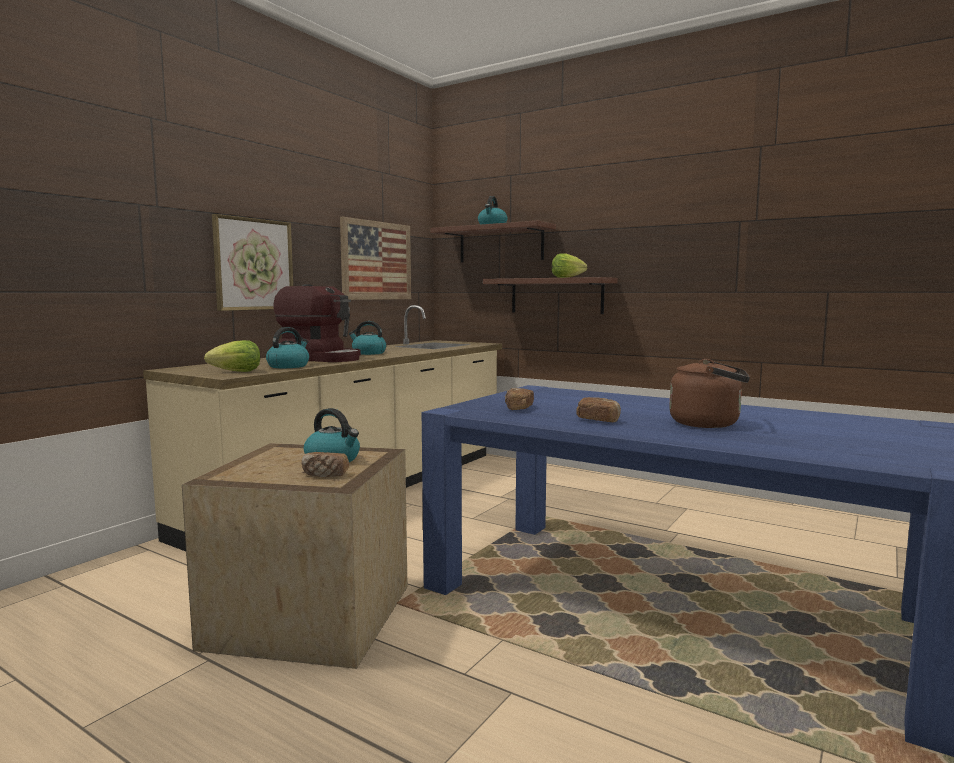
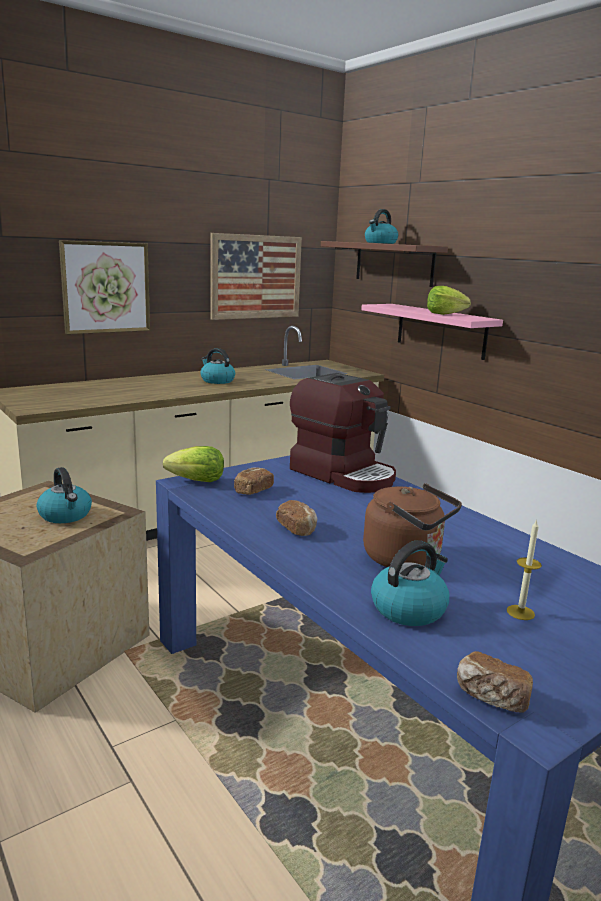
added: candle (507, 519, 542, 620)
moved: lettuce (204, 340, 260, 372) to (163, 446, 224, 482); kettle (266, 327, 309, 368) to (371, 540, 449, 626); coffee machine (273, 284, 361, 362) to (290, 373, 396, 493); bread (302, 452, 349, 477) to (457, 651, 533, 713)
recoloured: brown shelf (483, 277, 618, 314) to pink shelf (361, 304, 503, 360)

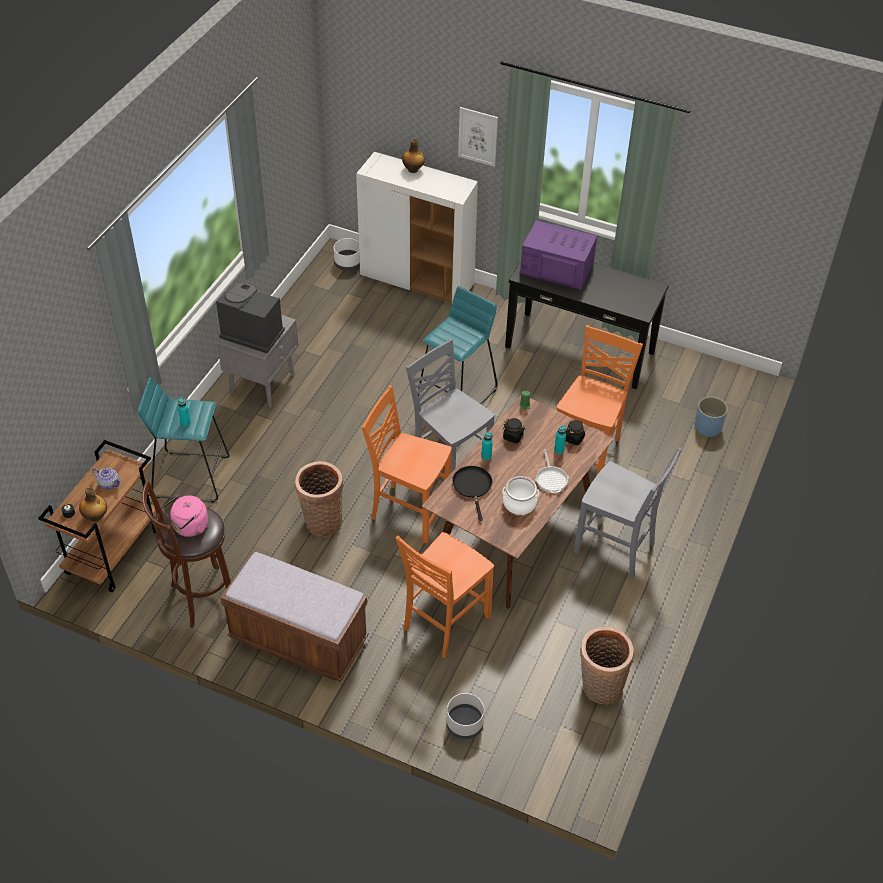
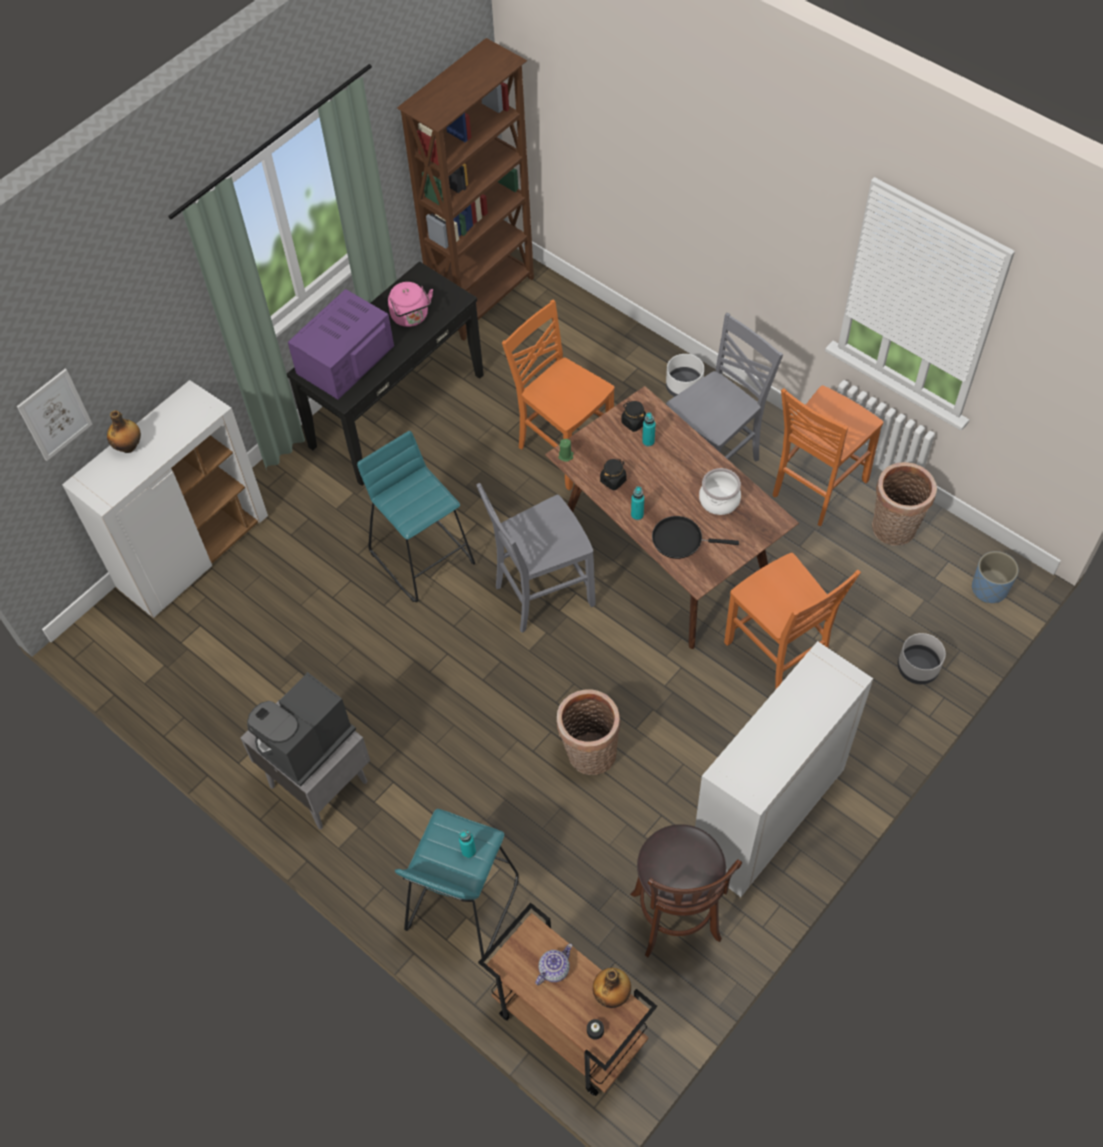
removed: frying pan (535, 450, 569, 493)
added: brown bookcase (397, 38, 534, 341)
moved: pink kettle (162, 495, 208, 537) to (388, 282, 433, 327); white planter (334, 238, 360, 271) to (666, 354, 704, 397); orange chair (362, 385, 452, 544) to (772, 385, 883, 526); picture (458, 107, 498, 167) to (17, 369, 92, 461); blue planter (695, 397, 728, 437) to (972, 551, 1018, 603)
replaced: brown bench (220, 552, 369, 682) to white cabinet (695, 641, 873, 897)

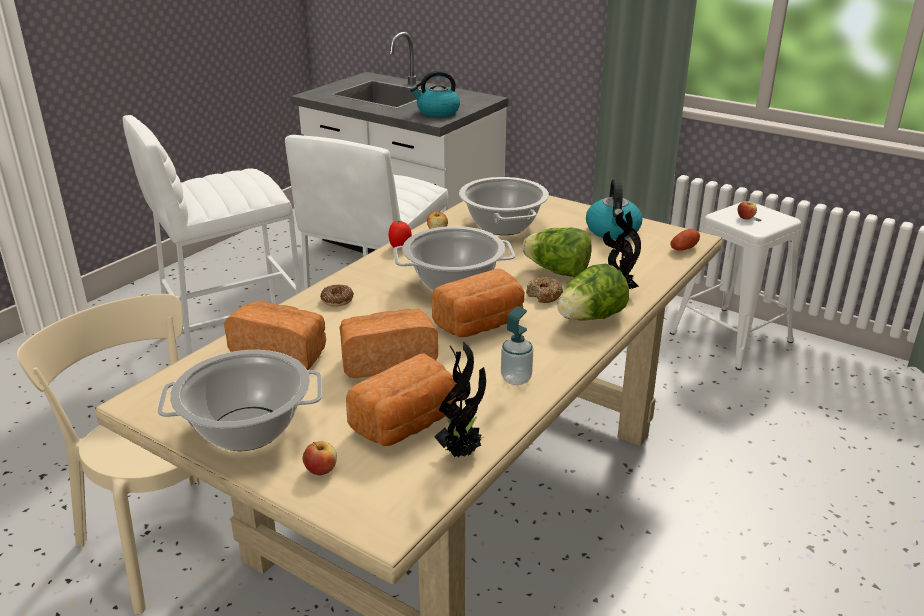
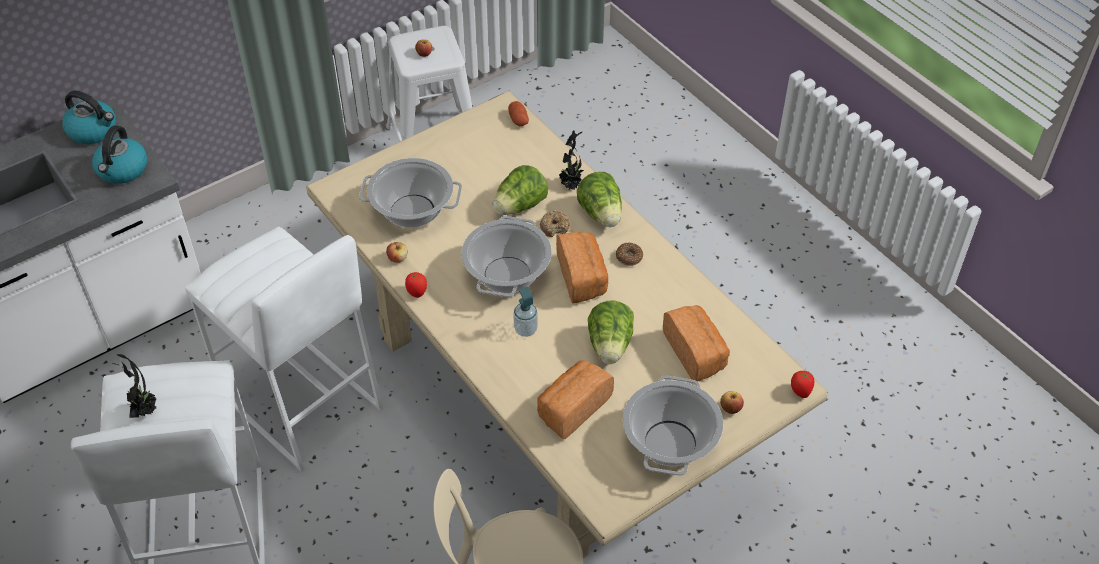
added: tomato (791, 371, 814, 398)
moved: donut (320, 284, 354, 306) to (616, 243, 643, 266); potted plant (434, 342, 486, 458) to (112, 354, 157, 418); soap dispenser (501, 306, 533, 385) to (513, 287, 538, 337); kettle (586, 179, 642, 240) to (63, 91, 116, 144)
replaced: bread (339, 309, 438, 378) to lettuce (588, 300, 634, 364)

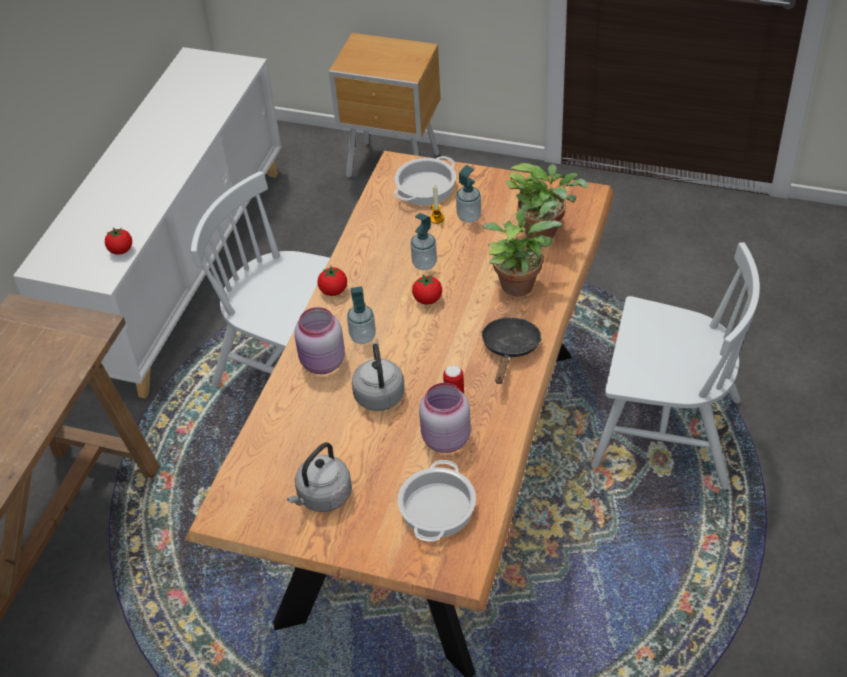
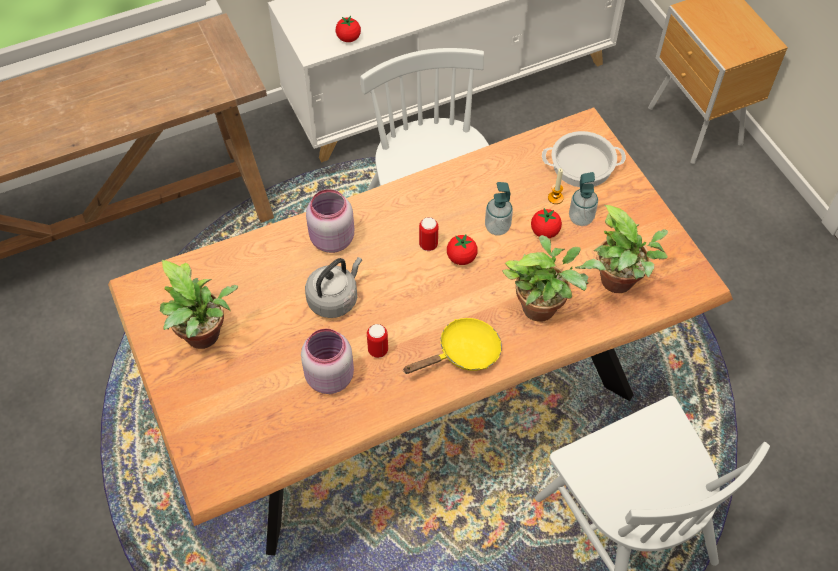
removed: soap dispenser (347, 286, 376, 344); cooking pot (398, 460, 476, 542)
added: can (419, 217, 438, 251)
moved: tomato (317, 266, 347, 296) to (531, 208, 562, 238)
replaced: grey kettle (287, 442, 352, 512) to potted plant (160, 260, 238, 349)
recoloured: black frying pan (481, 317, 542, 384) to yellow frying pan (403, 318, 502, 374)

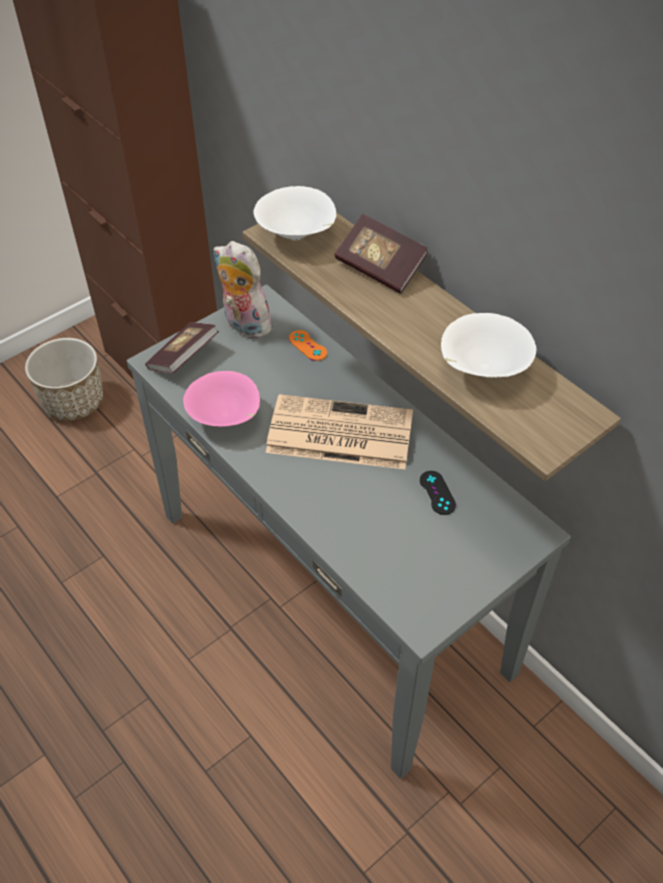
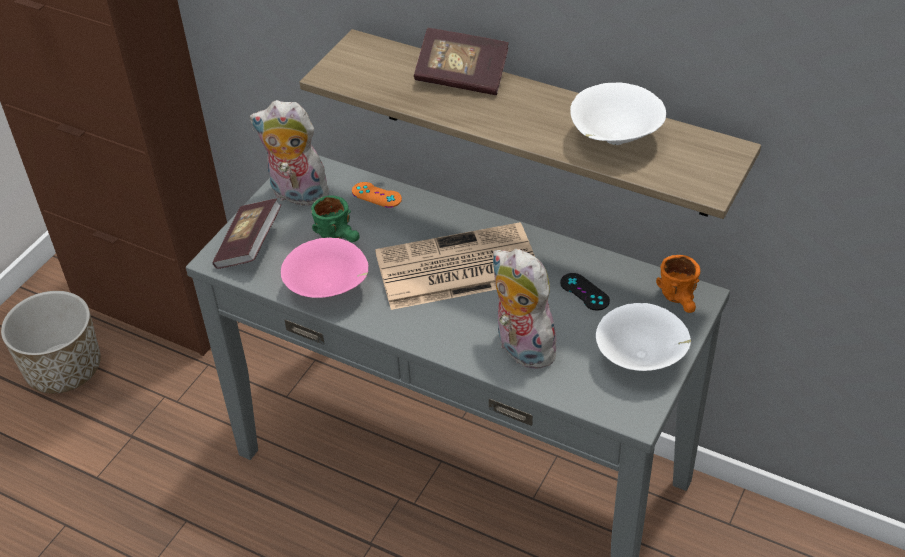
added: green mug (311, 195, 360, 242); plush toy (492, 249, 556, 369); orange mug (656, 255, 700, 313)
moved: white bowl (253, 186, 336, 241) to (596, 303, 691, 371)

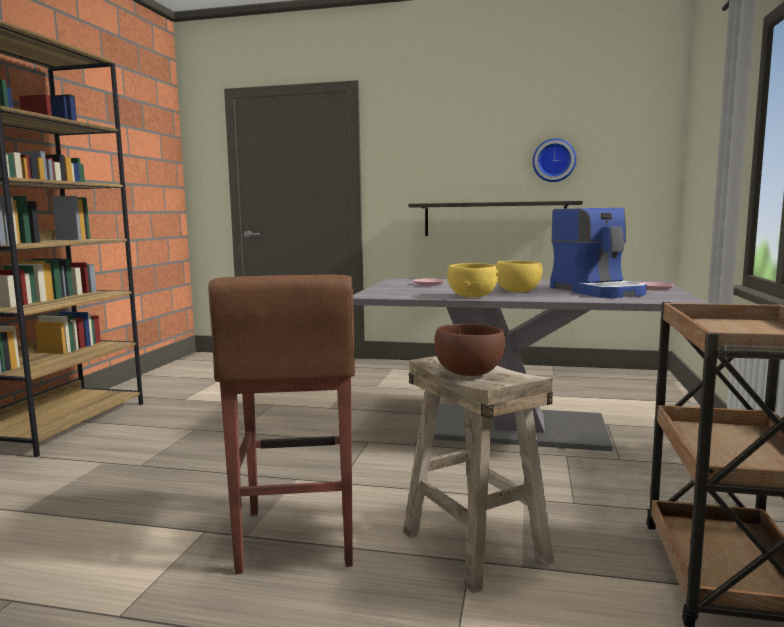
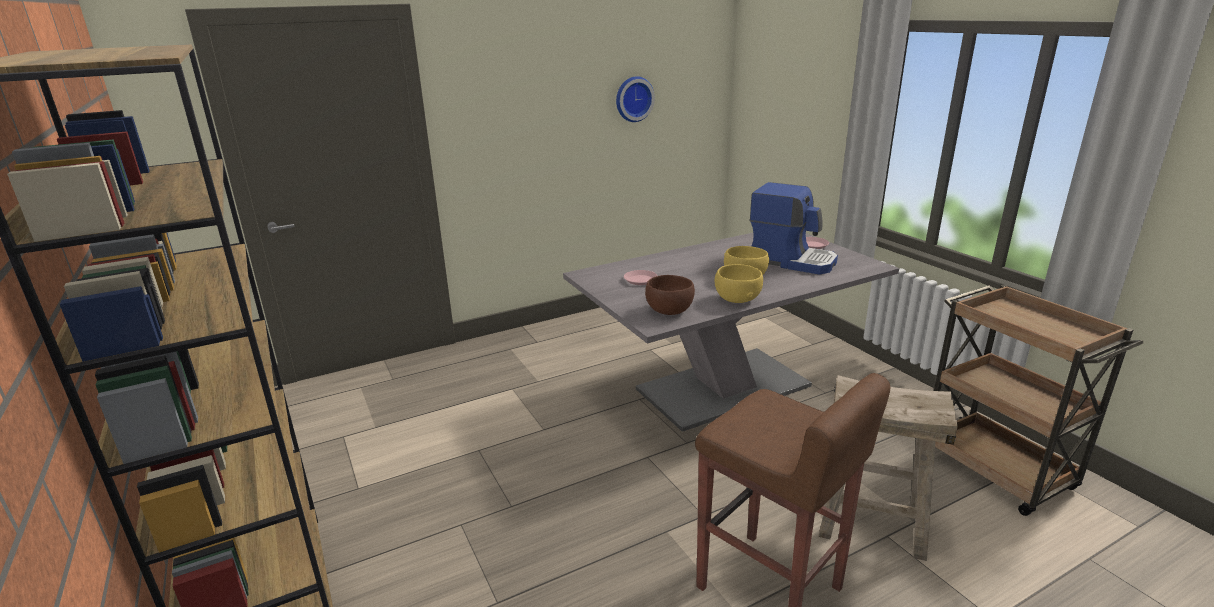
removed: shelf (408, 201, 583, 236)
moved: brown bowl (434, 324, 505, 376) to (645, 275, 695, 315)

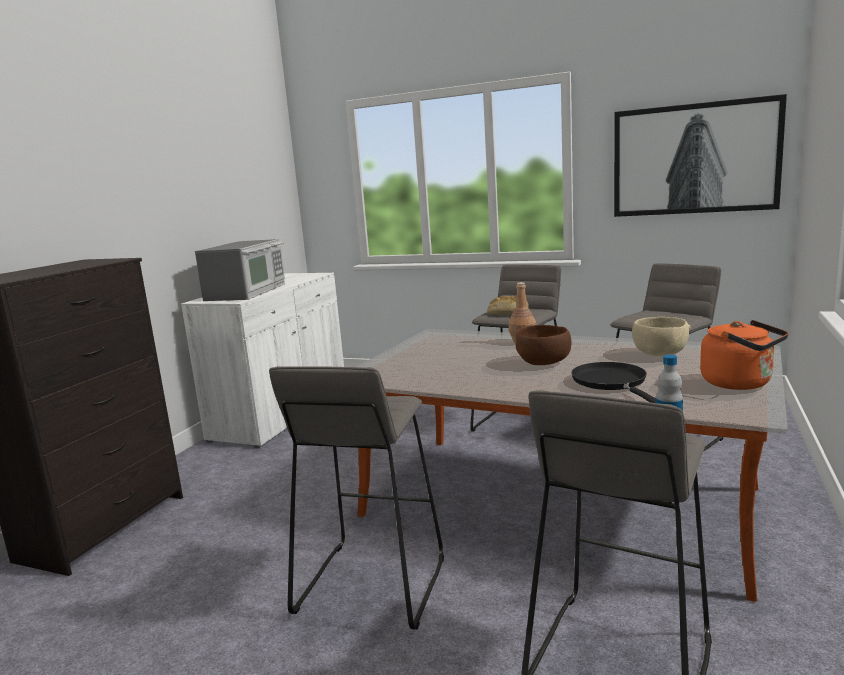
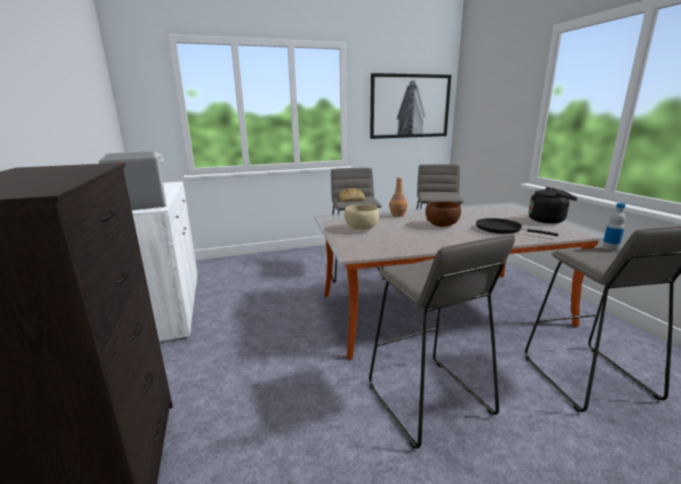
moved: beige bowl (632, 317, 691, 356) to (344, 204, 379, 230)
recoloured: orange kettle (700, 320, 789, 390) to black kettle (528, 187, 578, 224)

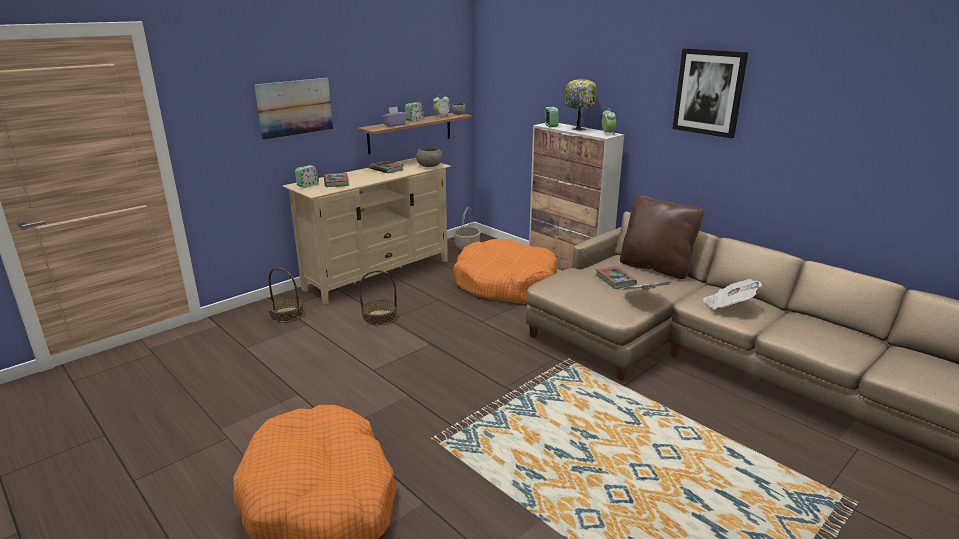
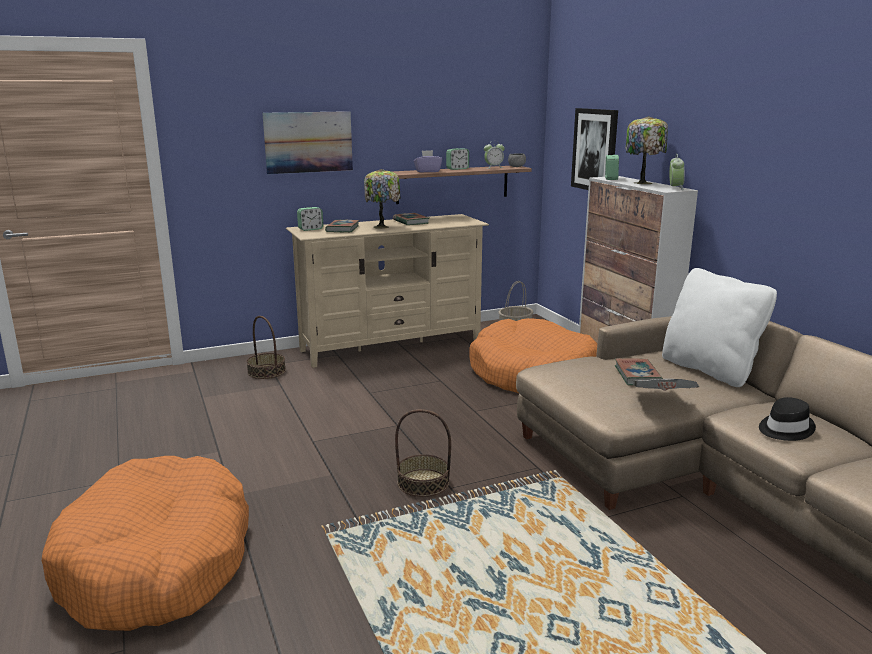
removed: grey bowl (416, 147, 442, 167)
added: table lamp (364, 169, 401, 229)
moved: basket (359, 270, 396, 326) to (395, 409, 451, 497); picture (673, 48, 748, 138) to (571, 108, 618, 190)
replaced: newspaper (703, 279, 762, 309) to black hat (759, 397, 816, 441)
recoloured: brown pillow (620, 195, 704, 279) to white pillow (662, 268, 777, 387)

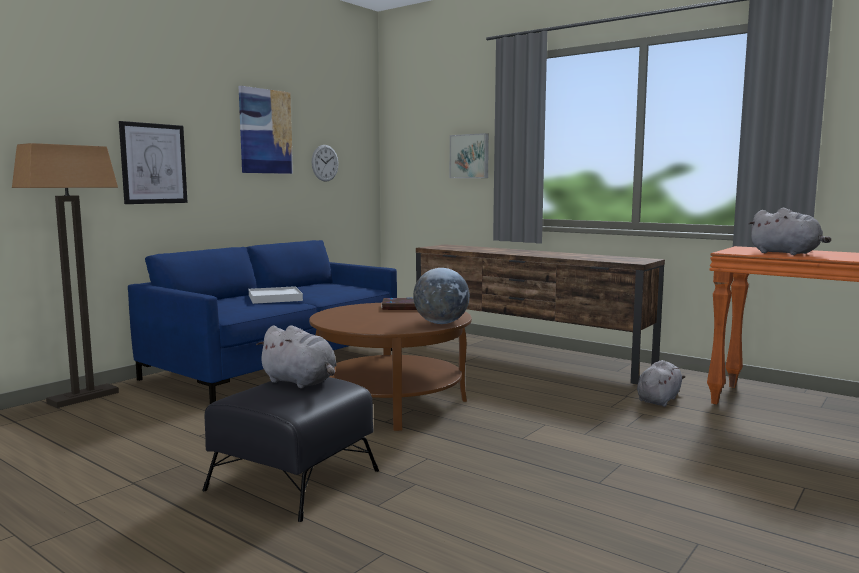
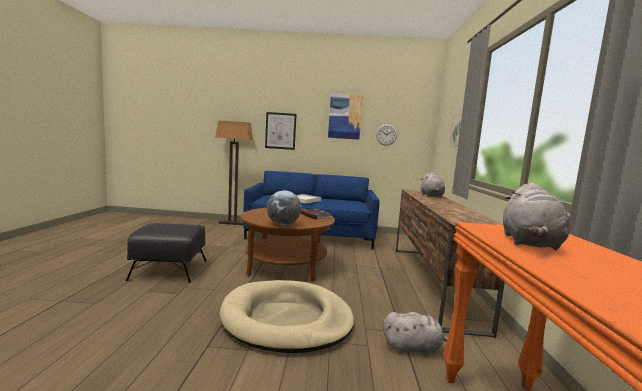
added: beige dog bed (219, 280, 354, 353)
moved: grey plush toy (256, 325, 337, 388) to (421, 172, 445, 198)

